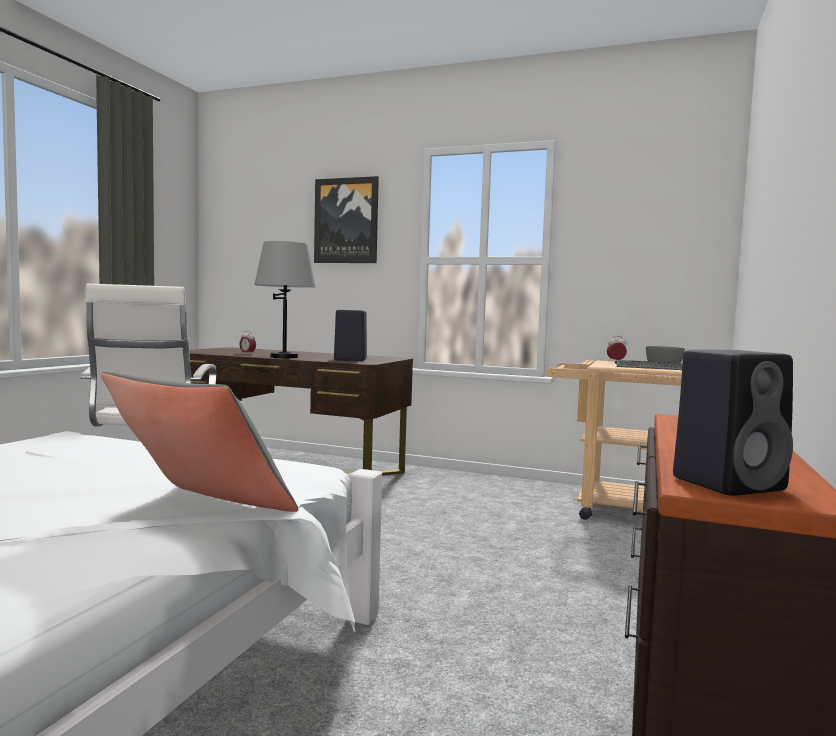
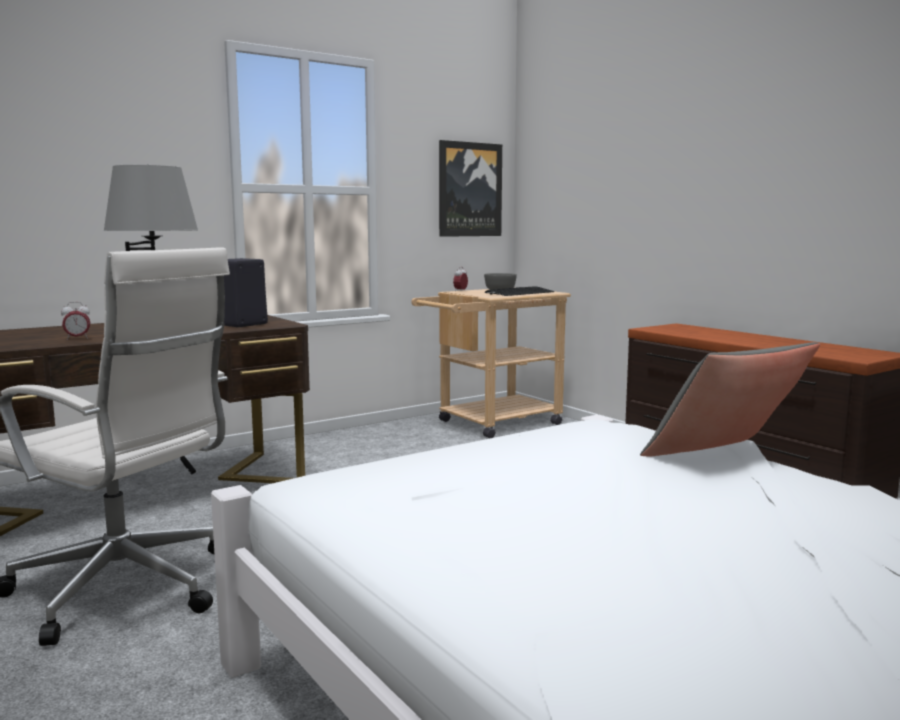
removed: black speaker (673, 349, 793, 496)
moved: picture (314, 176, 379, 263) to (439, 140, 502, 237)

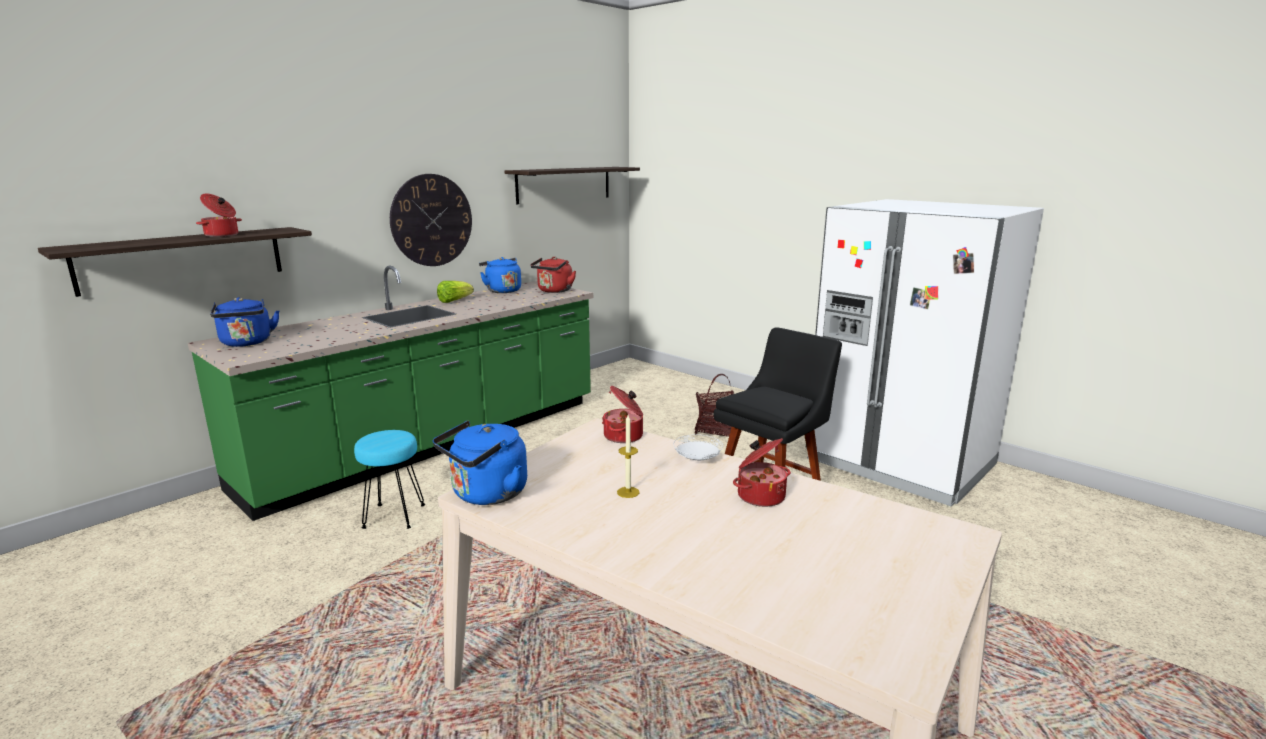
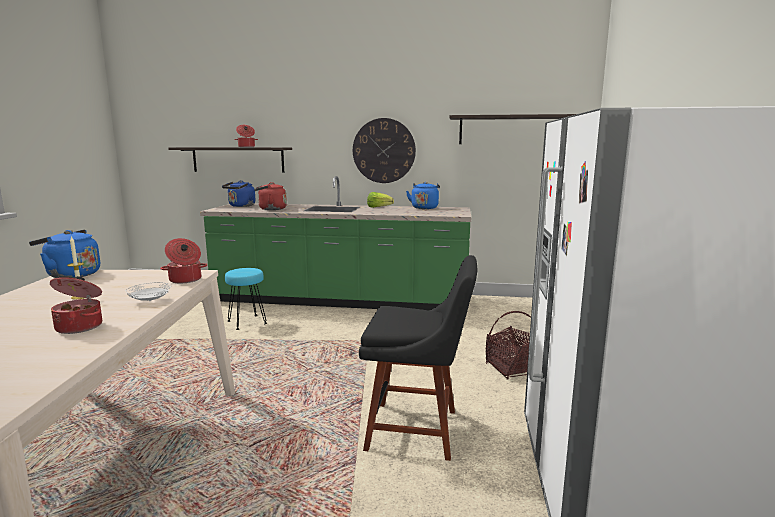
moved: red kettle (530, 257, 576, 293) to (254, 182, 287, 210)

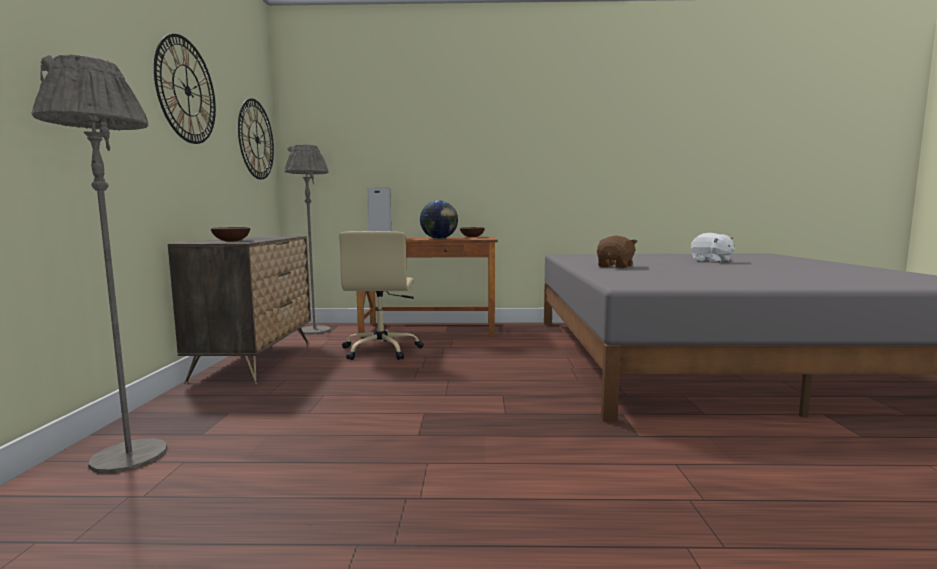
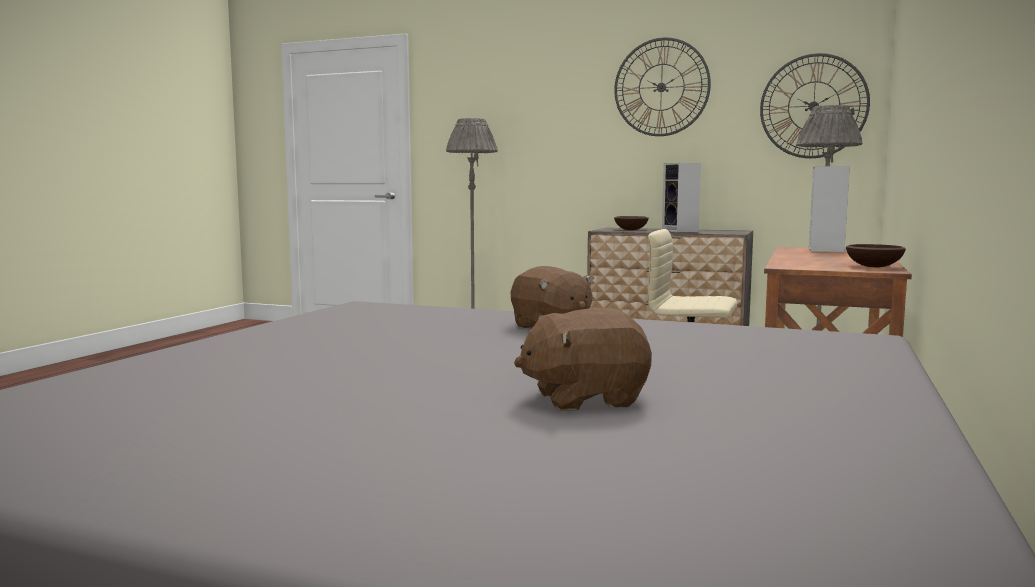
removed: globe (420, 200, 458, 239)
added: speaker (662, 163, 701, 232)
recoloured: white plush toy (691, 233, 735, 263) to brown plush toy (514, 308, 652, 411)

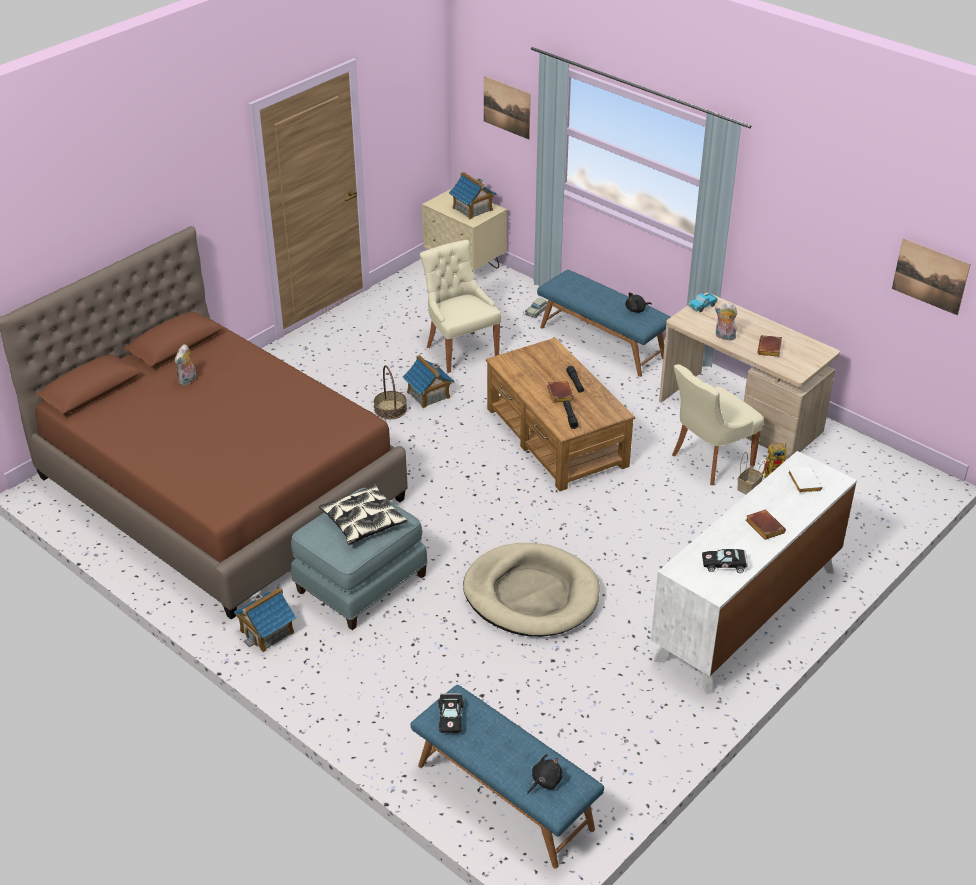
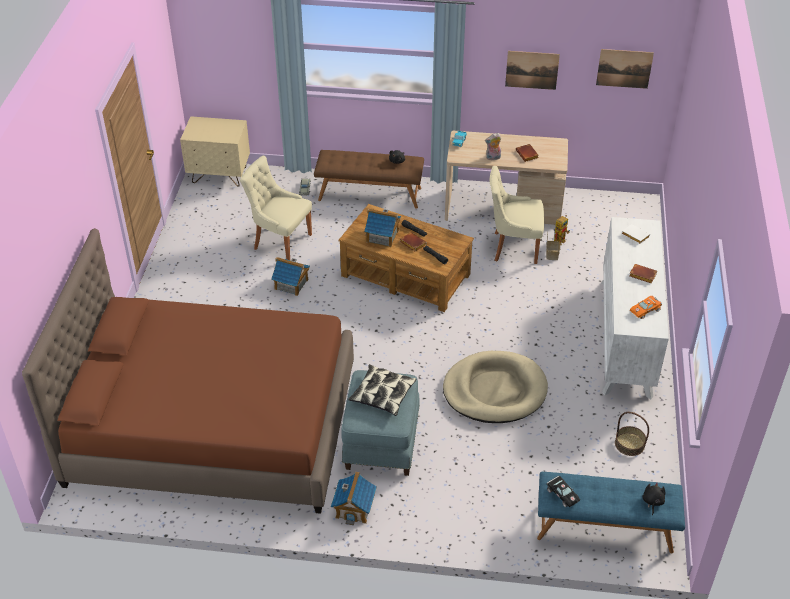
removed: plush toy (175, 344, 196, 386)
moved: basket (374, 365, 407, 419) to (615, 412, 649, 456); toy house (449, 172, 497, 219) to (364, 209, 401, 247); picture (484, 76, 531, 140) to (505, 51, 560, 90)
recoloured: blue bench (537, 270, 671, 377) to brown bench (314, 150, 424, 209); black toy car (702, 548, 748, 573) to orange toy car (630, 295, 662, 319)
turned: beige chair (672, 364, 764, 485) = (490, 166, 544, 264) 75 degrees clockwise

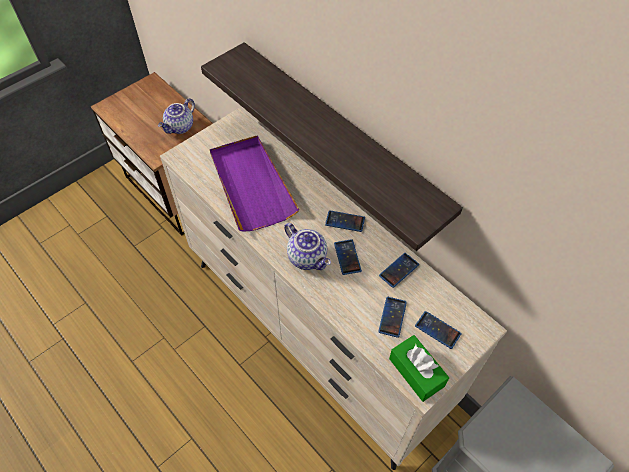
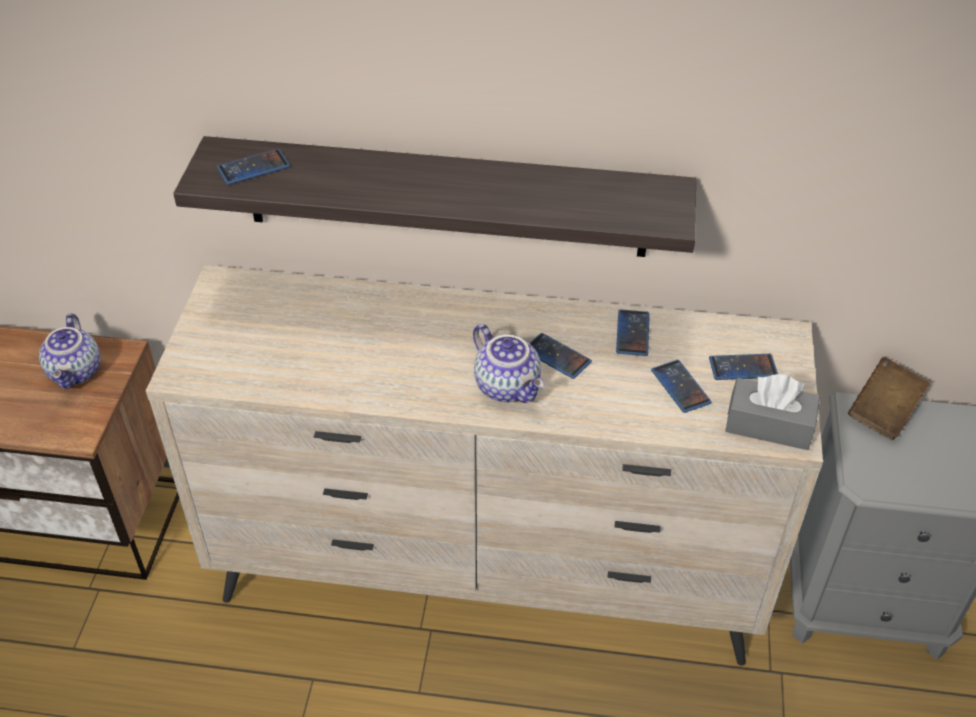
removed: purple tray (210, 135, 299, 232)
added: brown book (848, 357, 930, 440)
moved: phone (325, 210, 365, 232) to (217, 149, 290, 185)
recoloured: green tissue box (389, 335, 449, 402) to grey tissue box (725, 374, 820, 450)
turned: teapot (284, 223, 331, 270) = (473, 324, 544, 403) 45 degrees clockwise

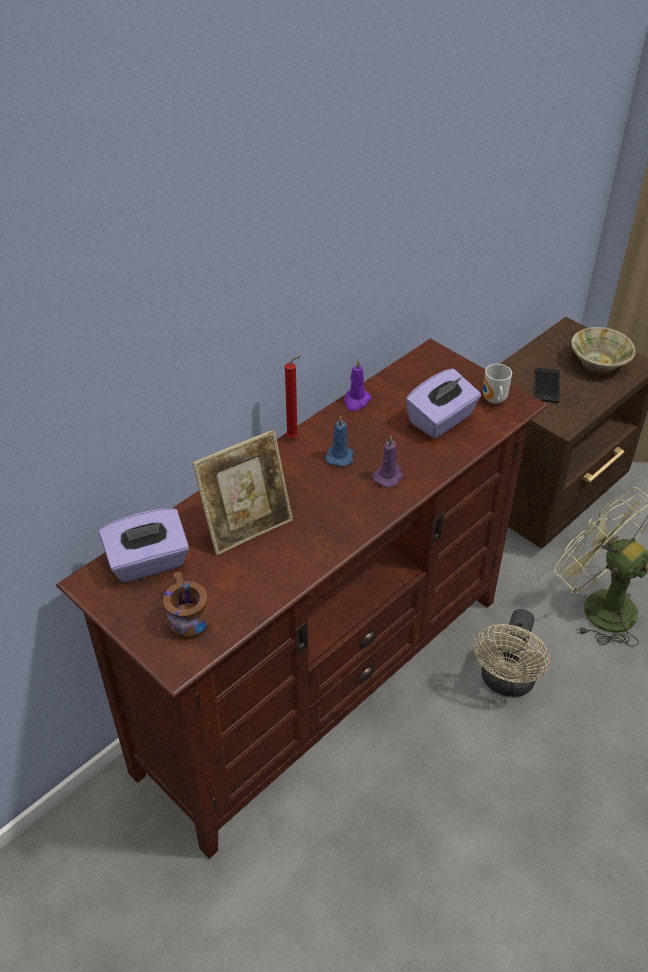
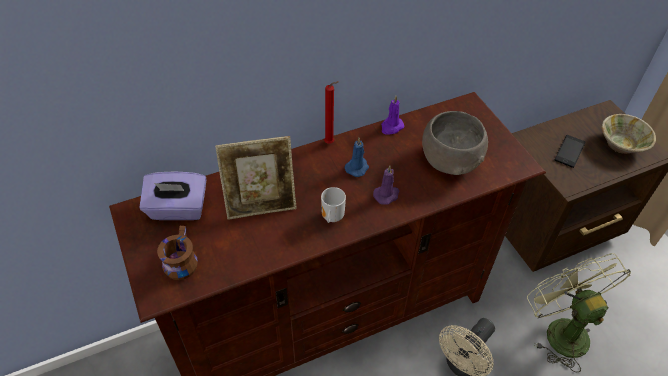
moved: mug (483, 364, 512, 404) to (321, 187, 346, 223)
replaced: purple tissue box (405, 368, 481, 439) to grey bowl (422, 111, 488, 175)

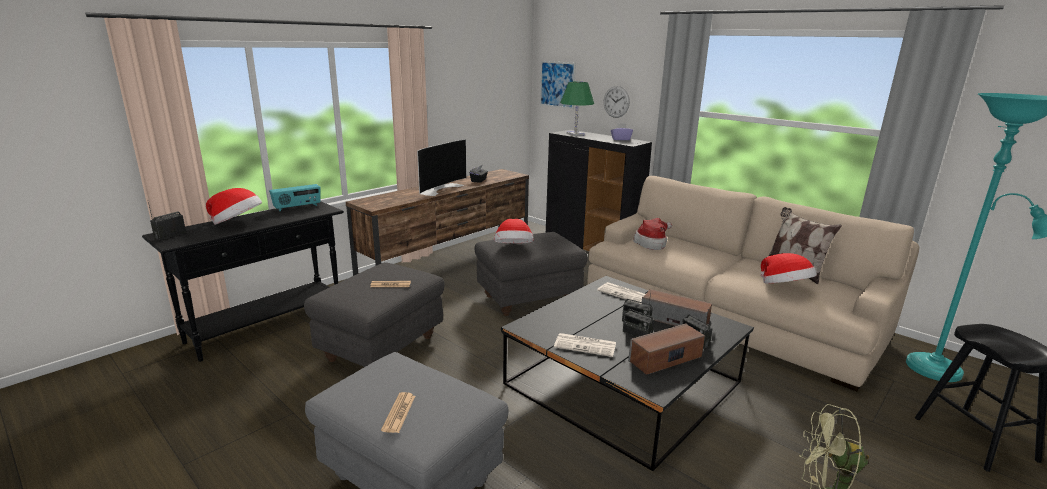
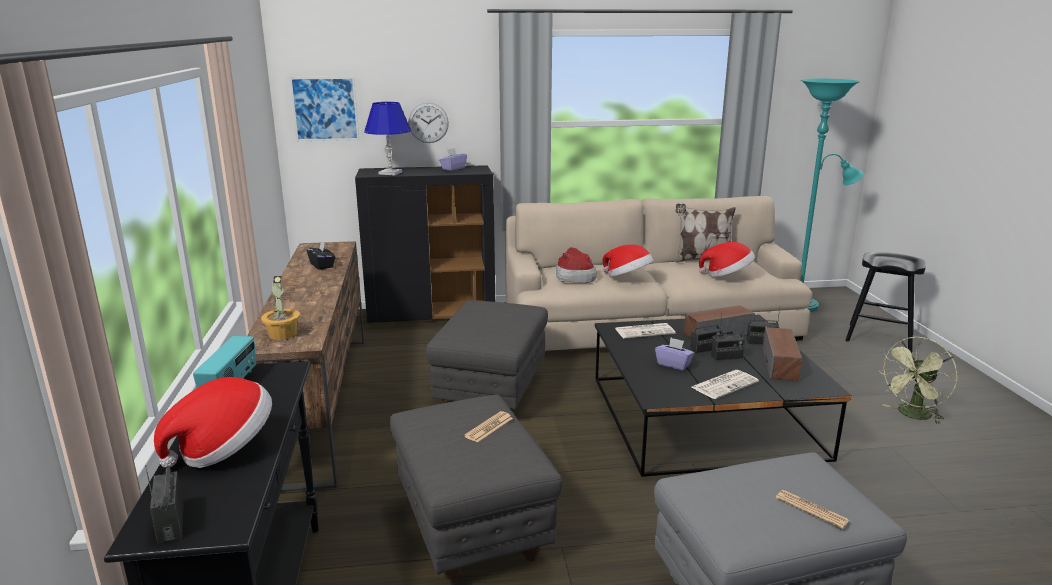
removed: television (417, 139, 467, 196)
added: potted plant (261, 276, 300, 340); purple tissue box (655, 337, 694, 371)
moved: hat (494, 219, 534, 243) to (602, 244, 654, 277)
recoloured: green table lamp (560, 82, 594, 136) to blue table lamp (364, 102, 411, 175)

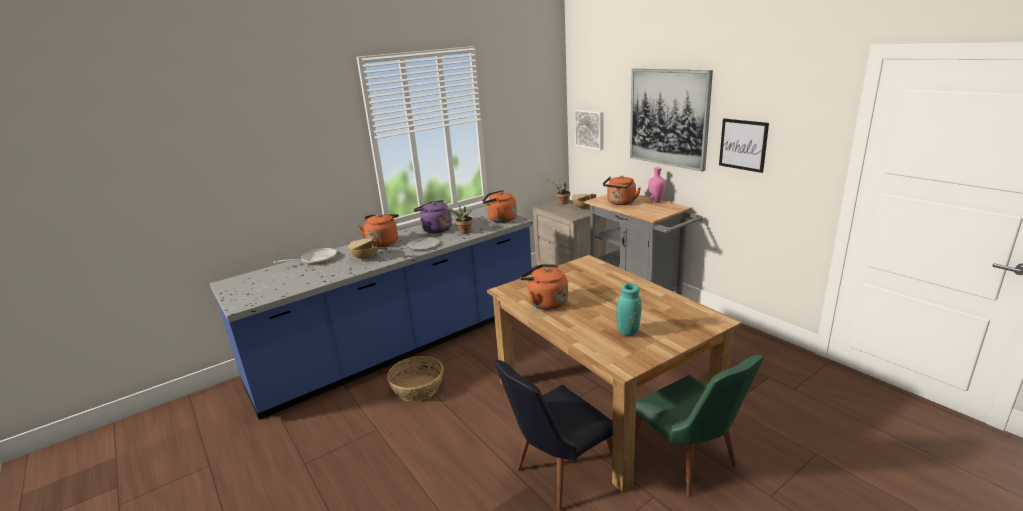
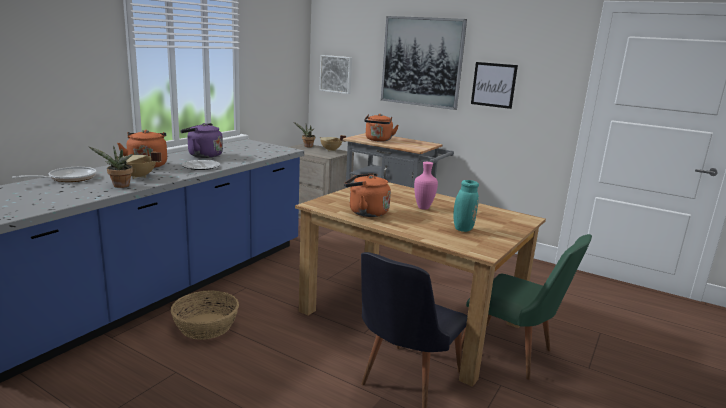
removed: orange kettle (482, 190, 517, 223)
moved: potted plant (443, 205, 473, 234) to (89, 145, 133, 188); pink vase (648, 167, 666, 203) to (414, 162, 438, 210)

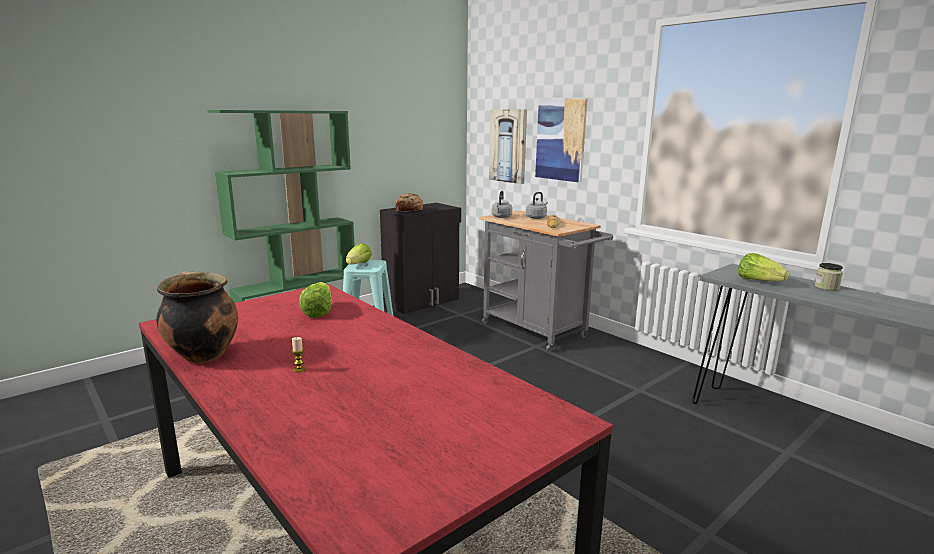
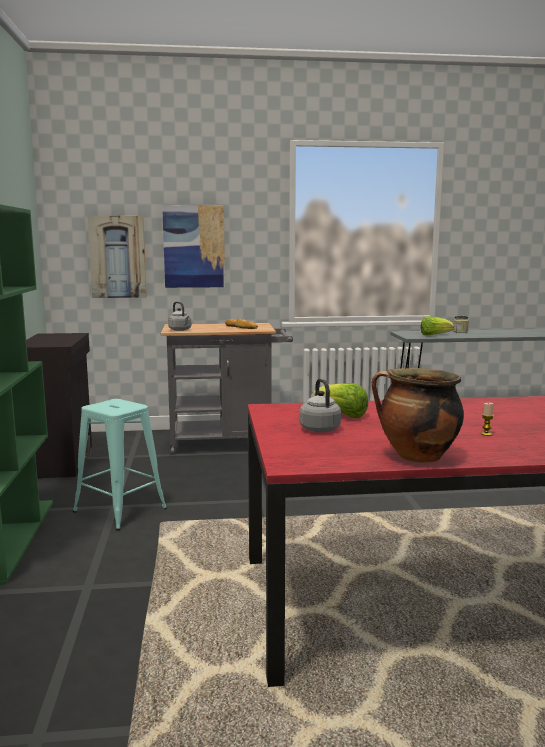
removed: lettuce (346, 243, 372, 264); bread (395, 193, 423, 212)
moved: grey kettle (526, 192, 548, 219) to (300, 378, 341, 432)

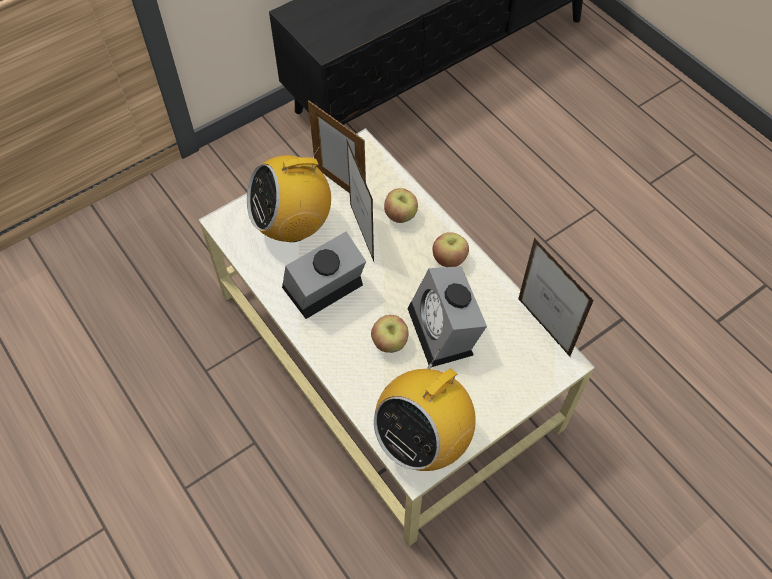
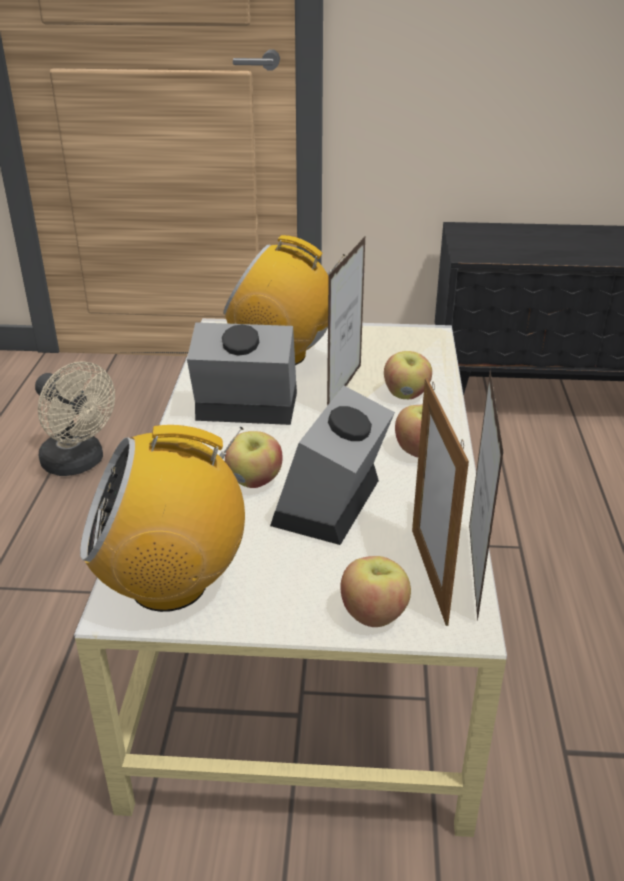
added: beige fan (35, 361, 115, 476); apple (340, 556, 411, 627)
moved: picture frame (308, 100, 366, 193) to (412, 378, 469, 626)

